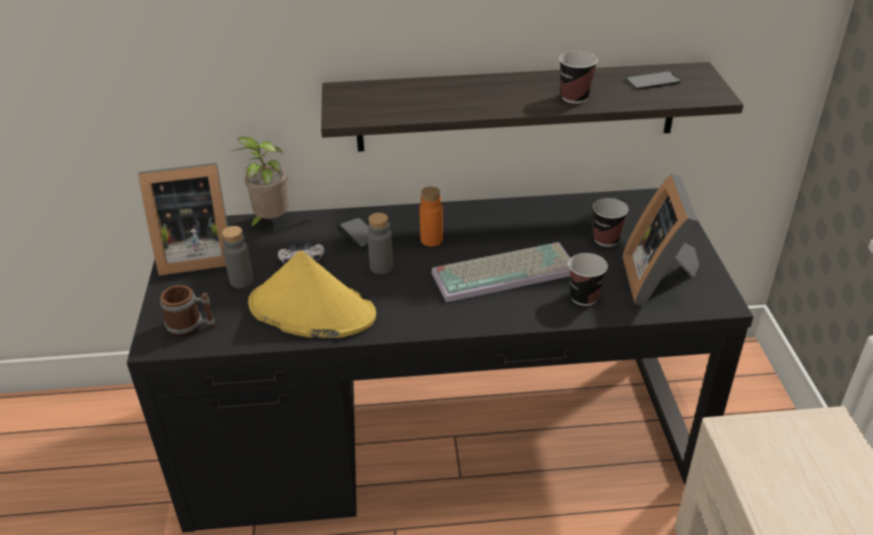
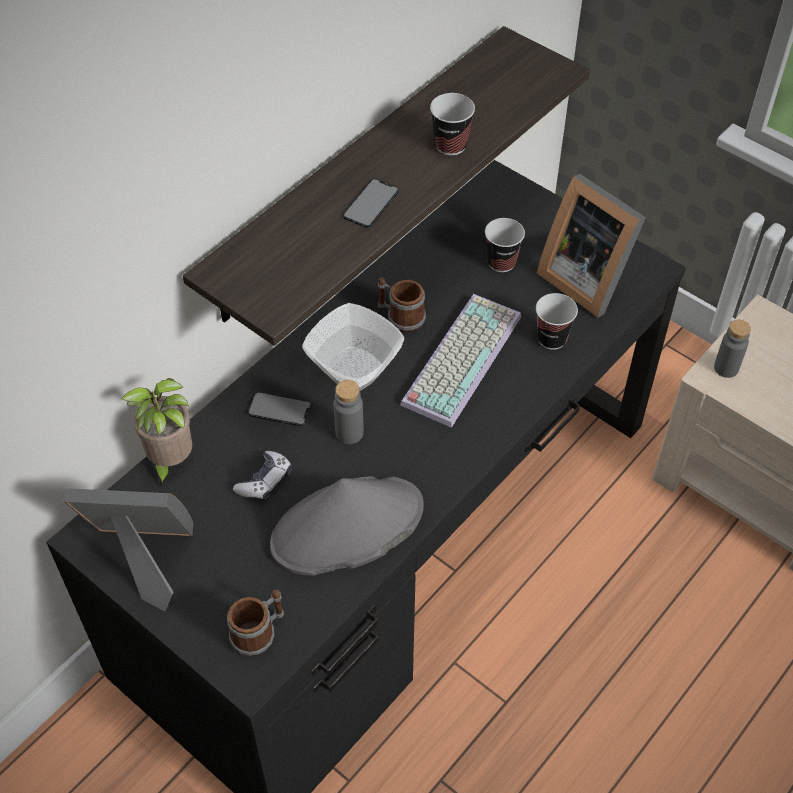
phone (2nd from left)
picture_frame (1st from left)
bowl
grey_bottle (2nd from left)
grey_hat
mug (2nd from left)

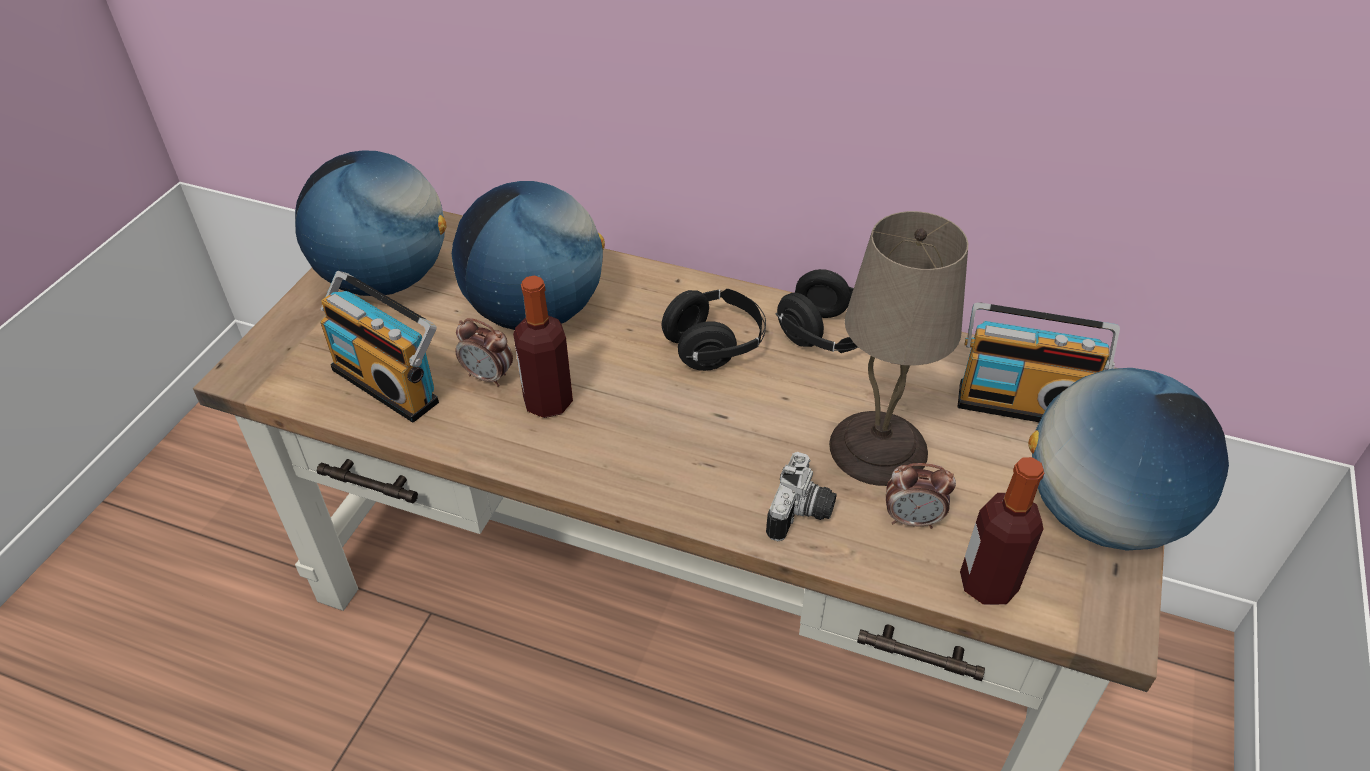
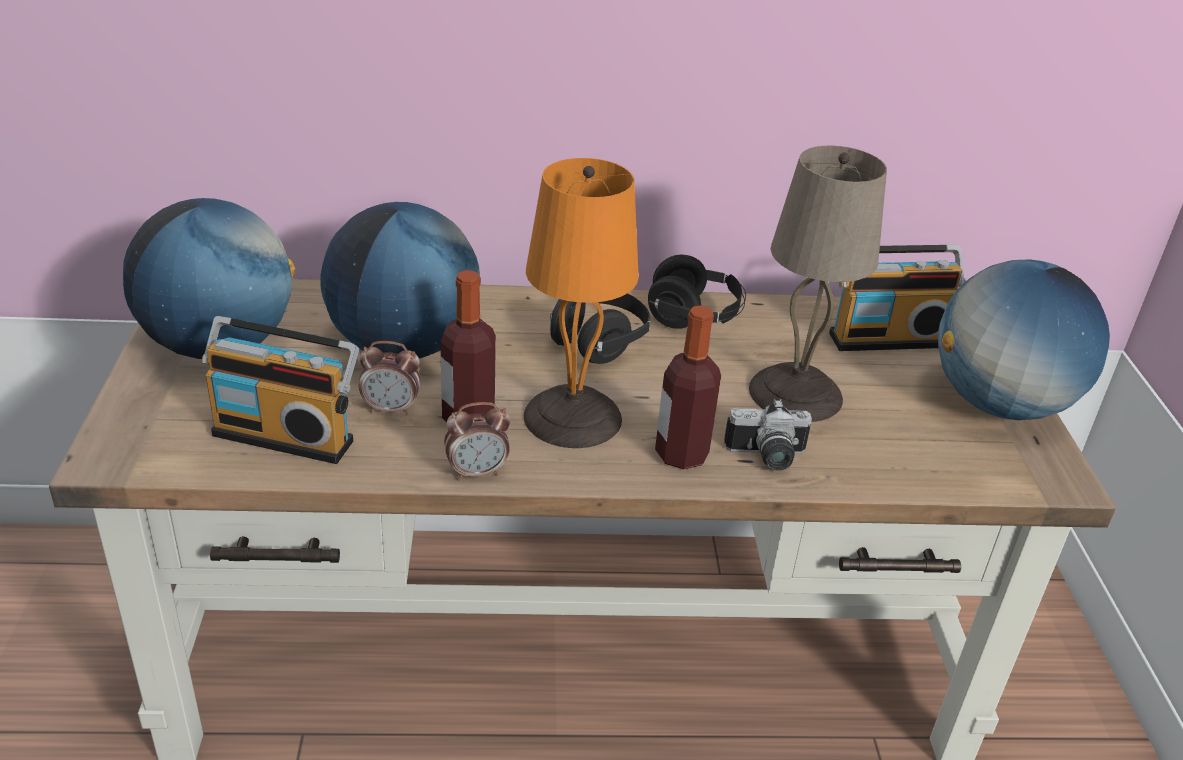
photo_camera
bottle (2nd from left)
alarm_clock (2nd from left)
orange_table_lamp

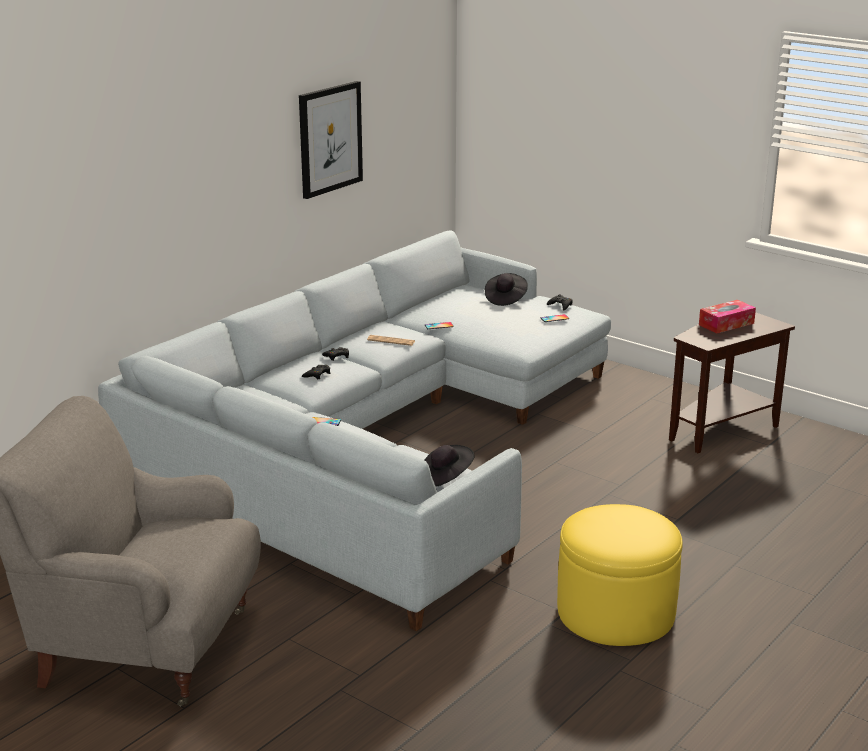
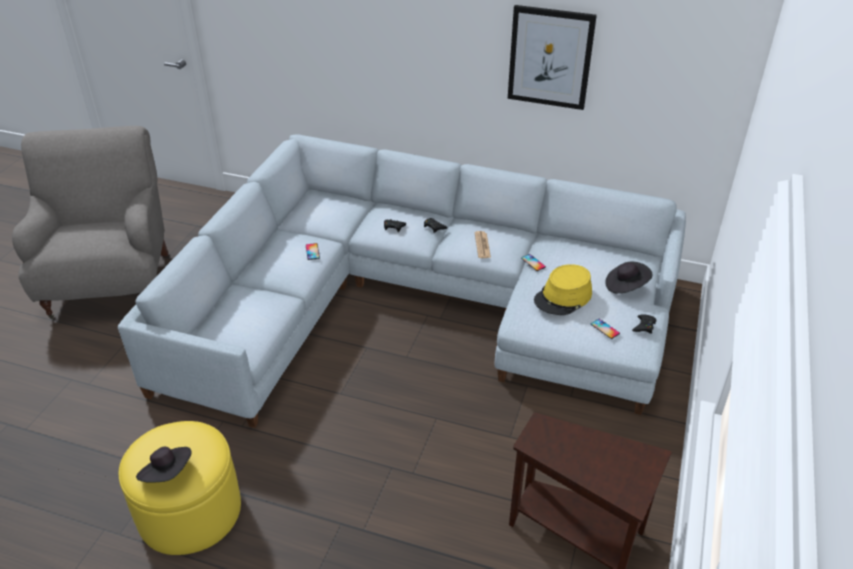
tissue_box
black_hat (1st from left)
yellow_hat

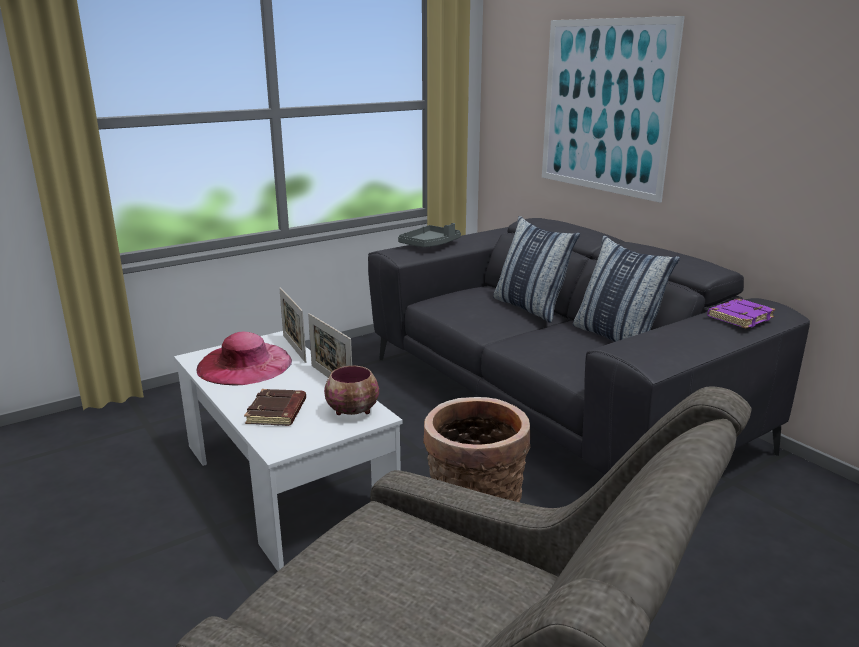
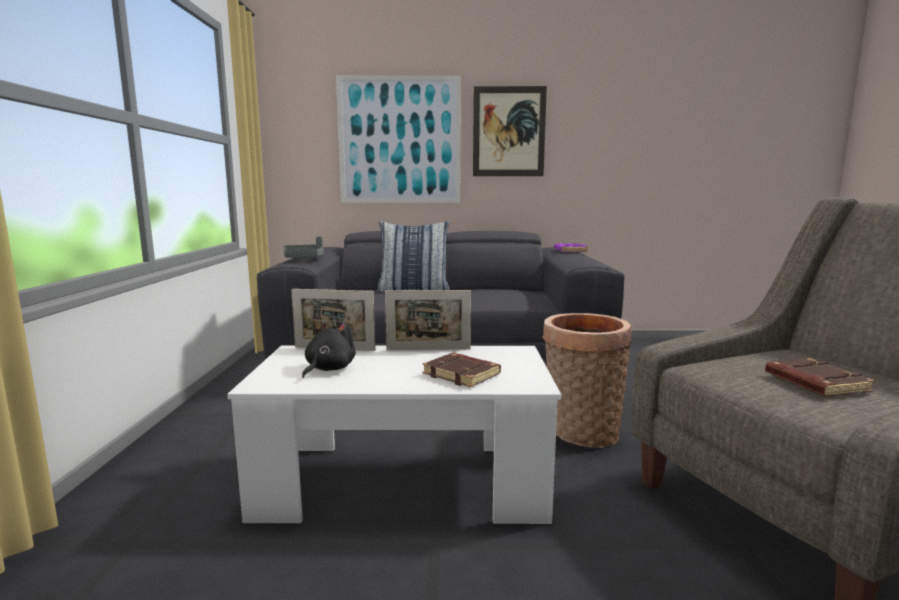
pillow (2nd from left in the first image)
black_plush_toy
bowl
picture (2nd from left)
brown_book (2nd from left)

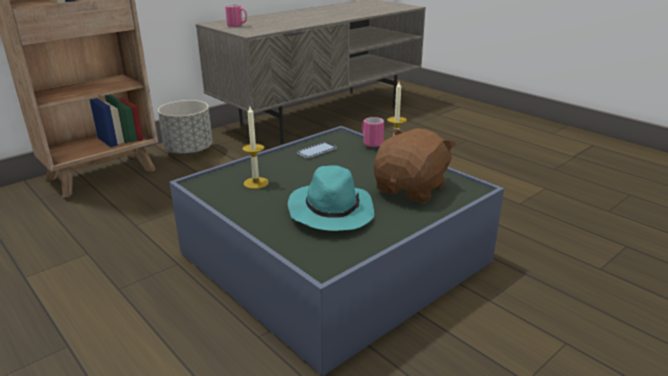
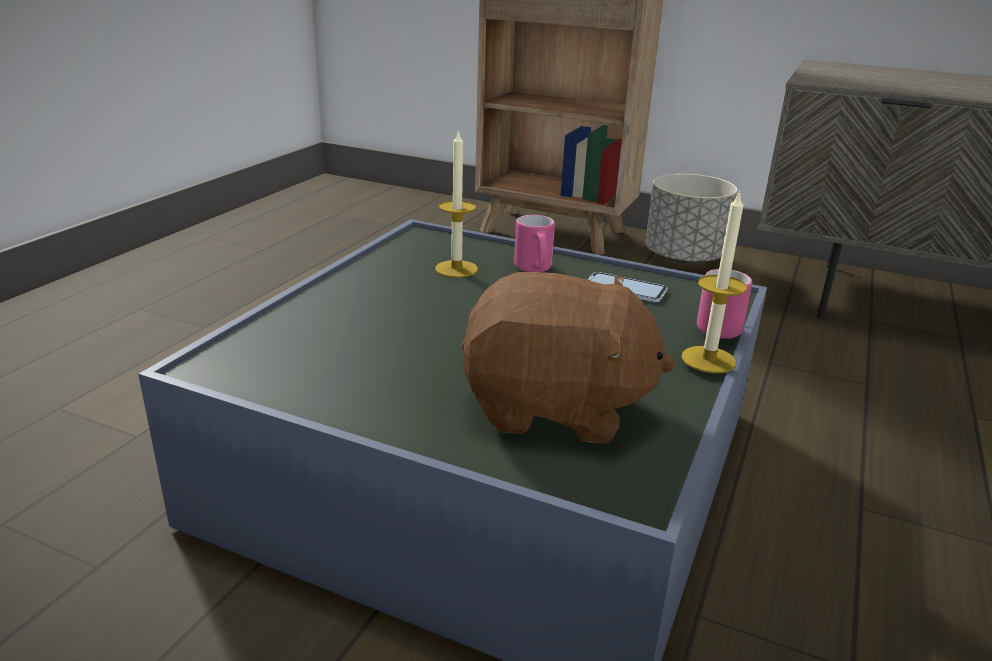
pink_mug (1st from left)
turquoise_hat

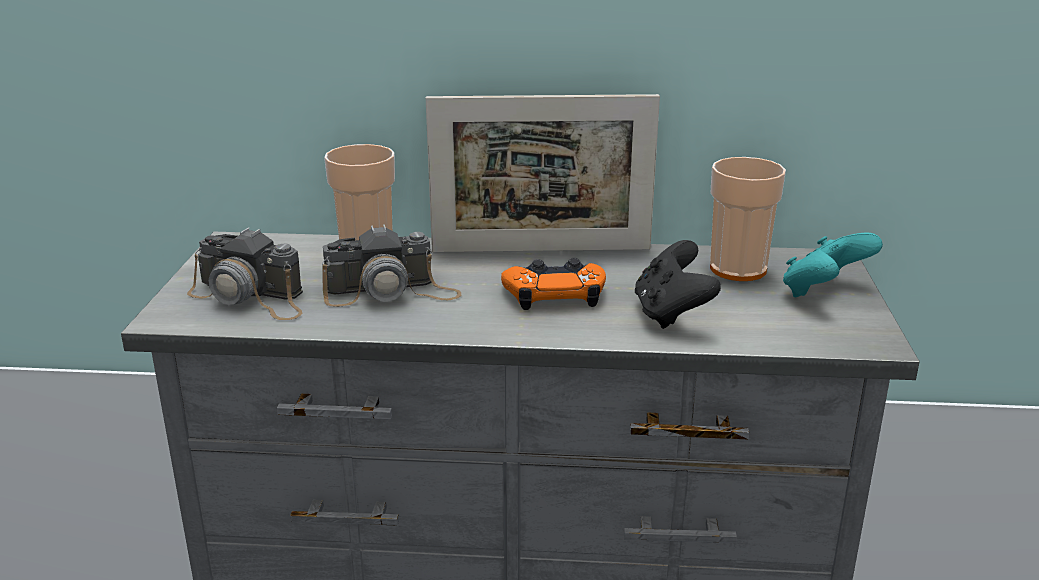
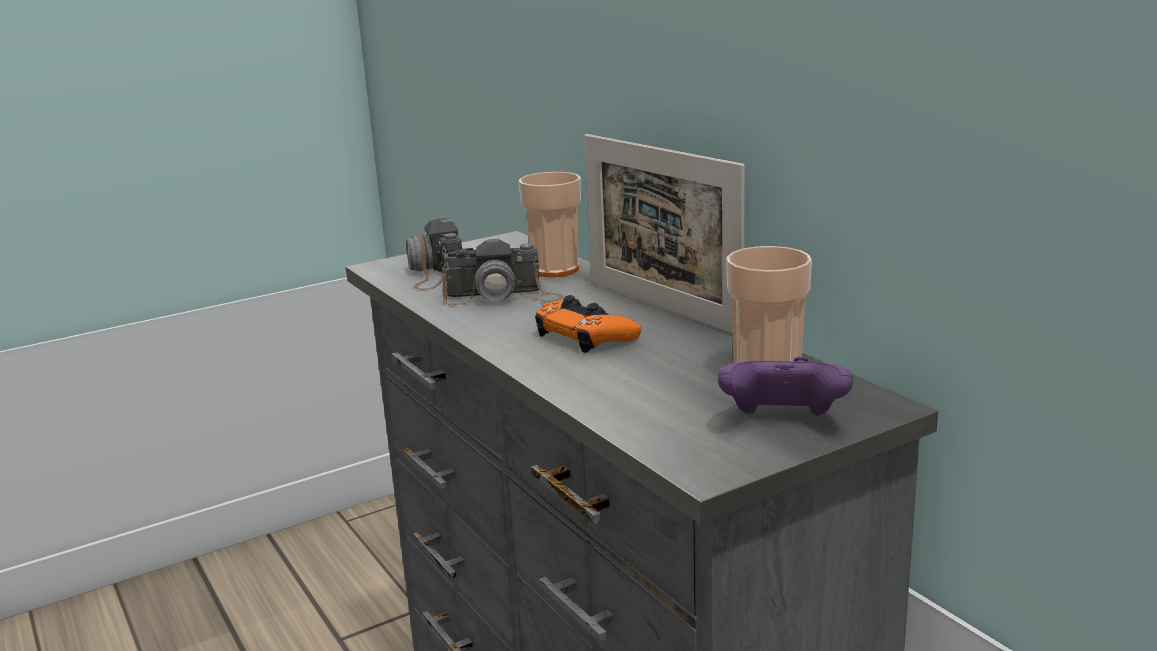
photo_camera (2nd from left)
purple_game_controller
black_game_controller

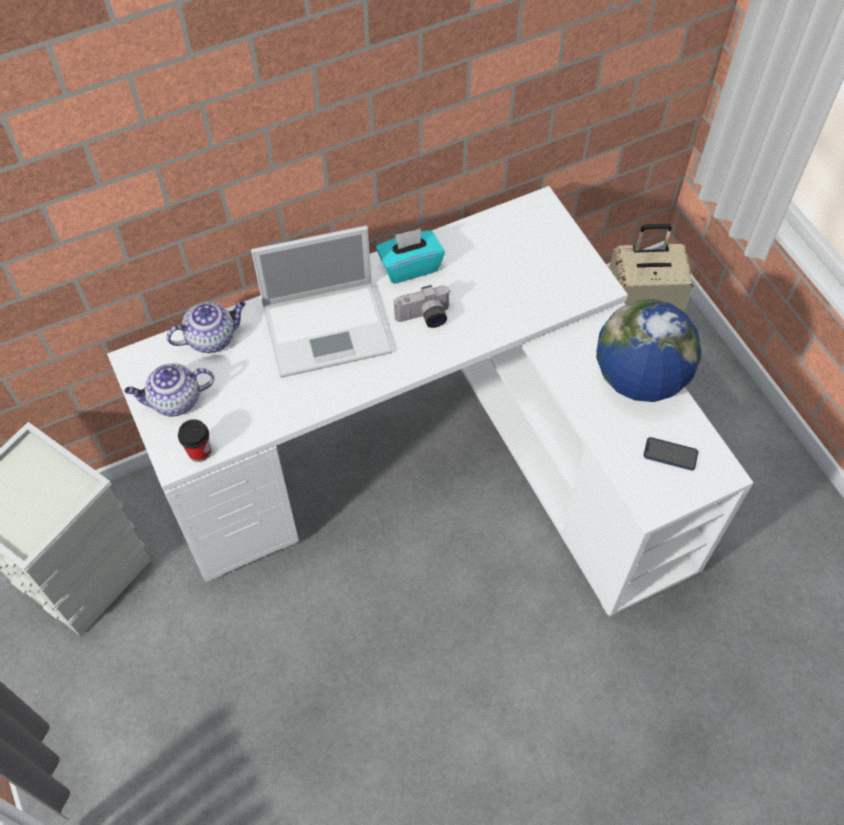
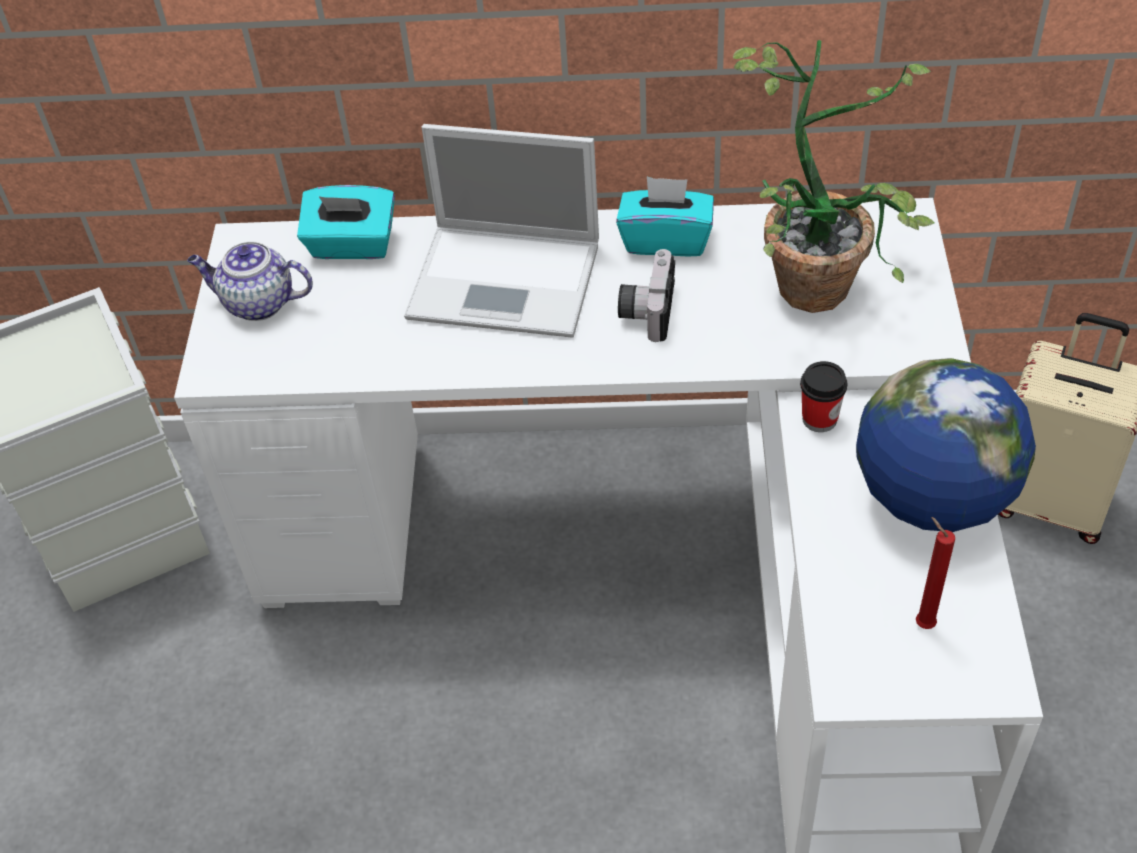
photo_camera
turquoise_tissue_box (1st from left)
cup
red_candle
potted_plant

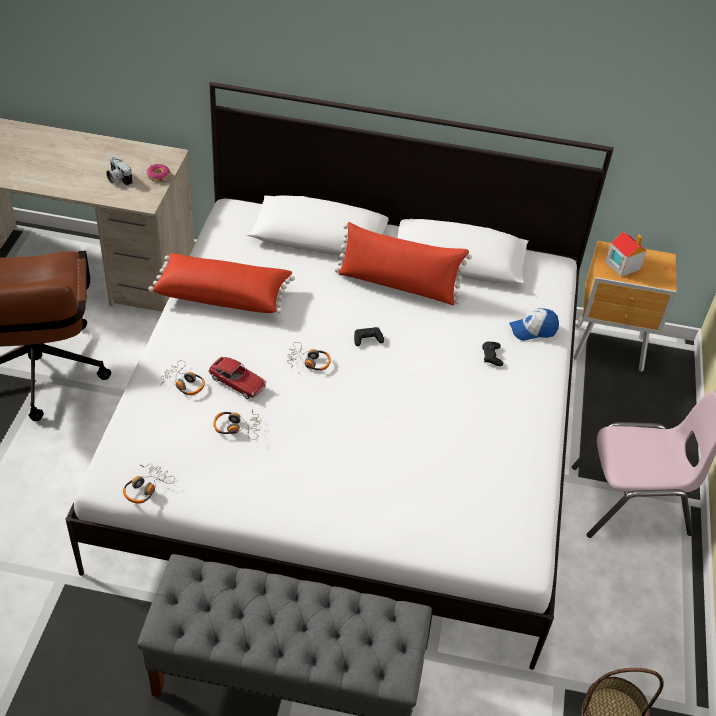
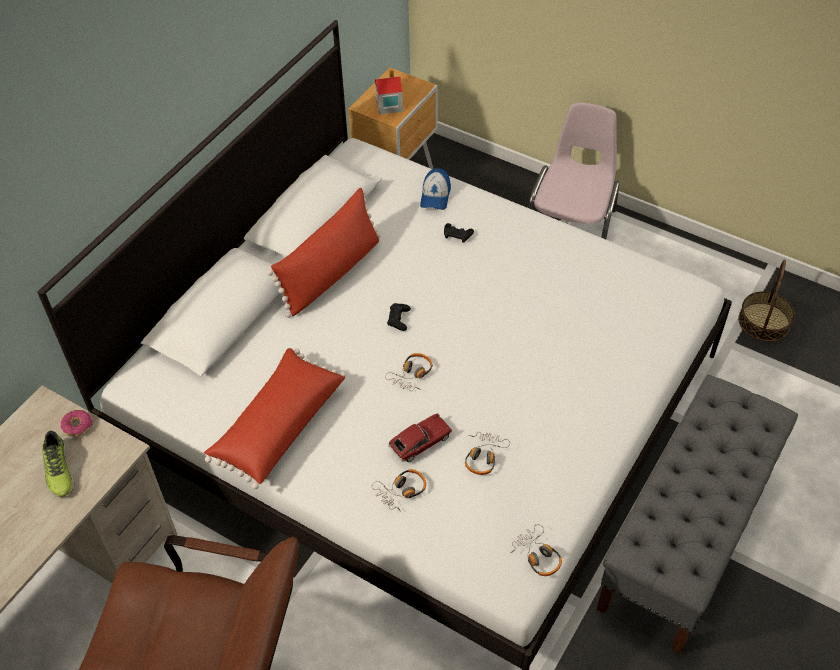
shoe

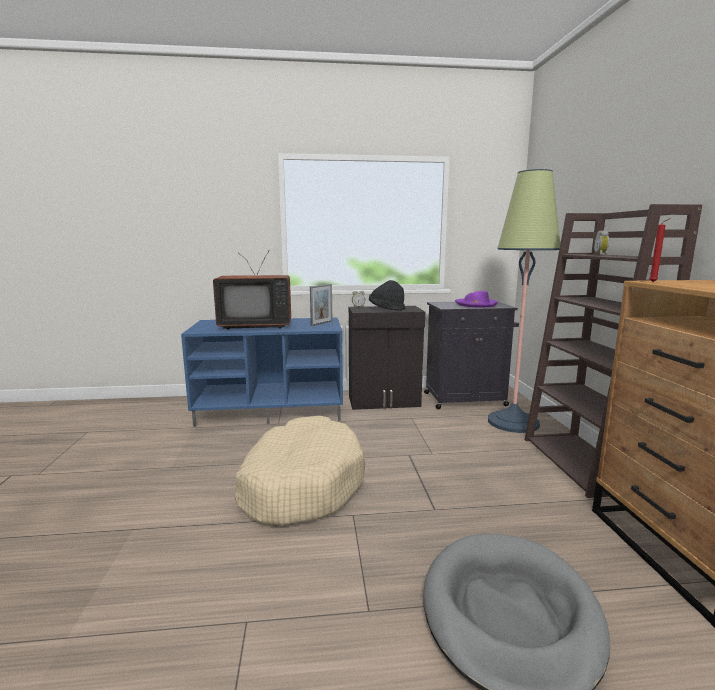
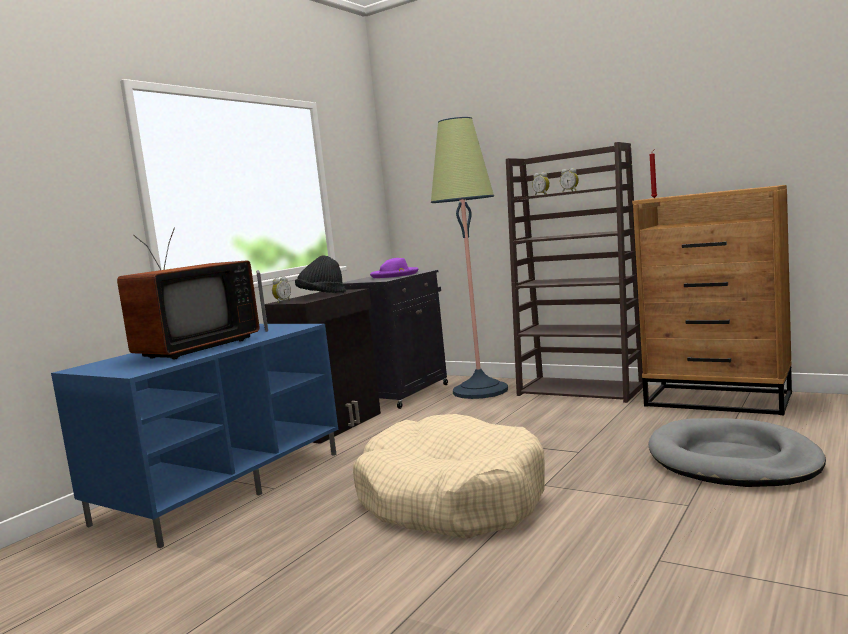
alarm_clock (3rd from left)

